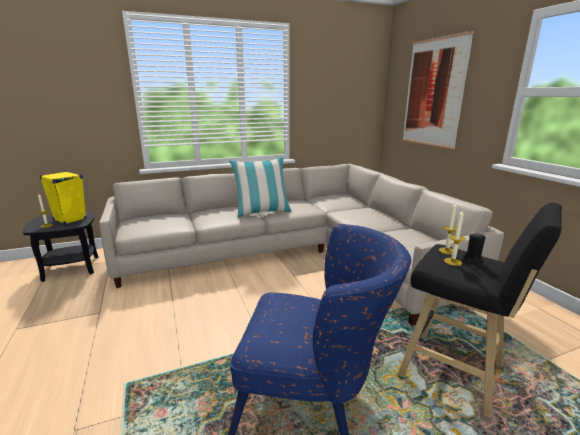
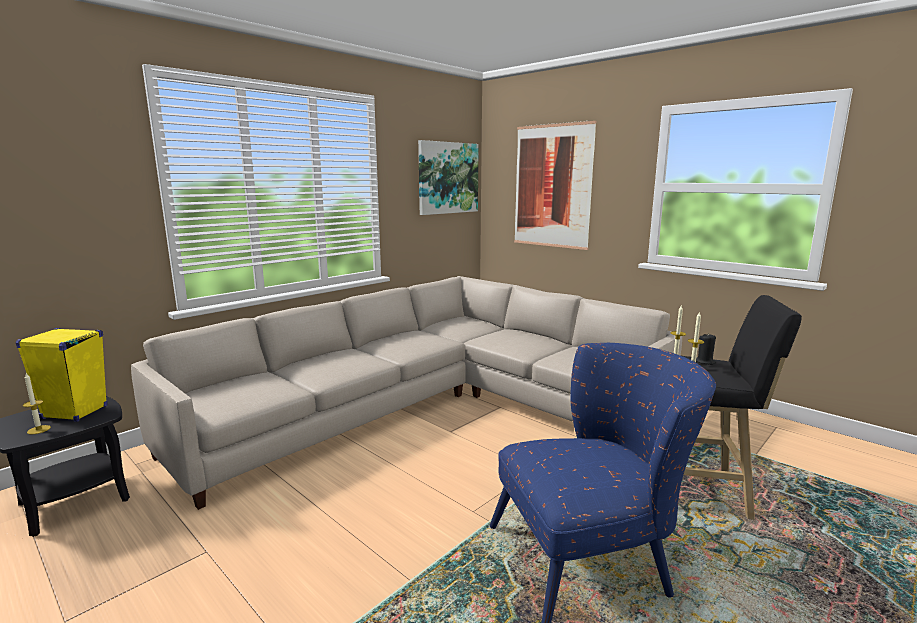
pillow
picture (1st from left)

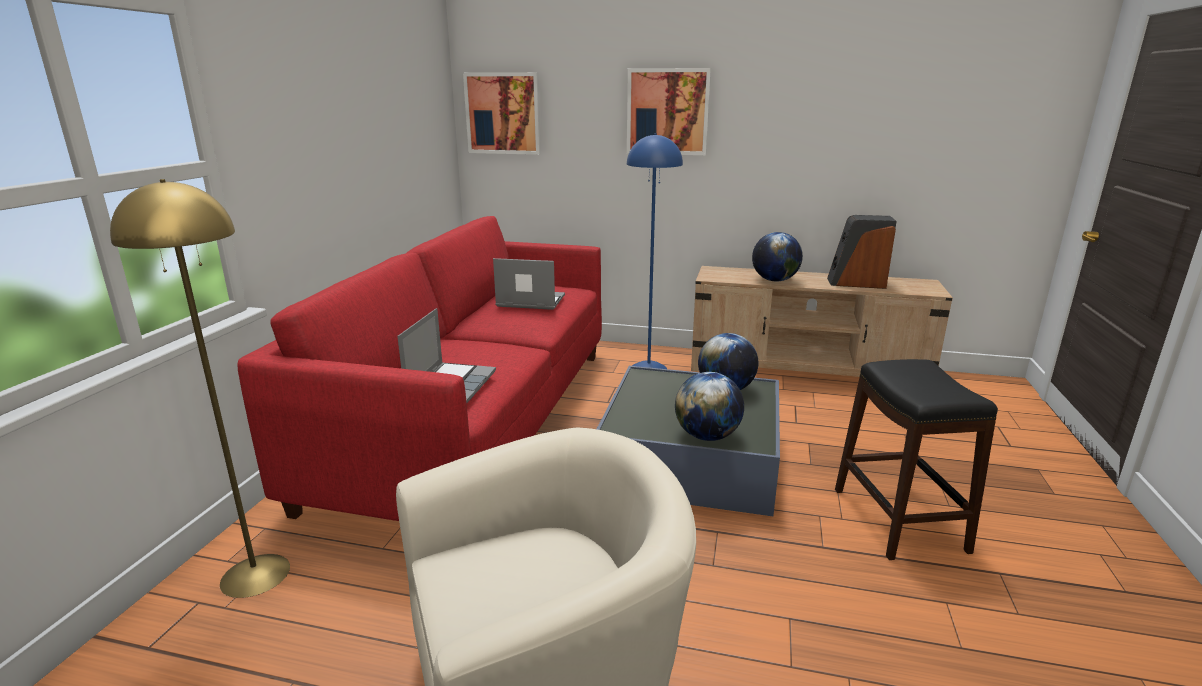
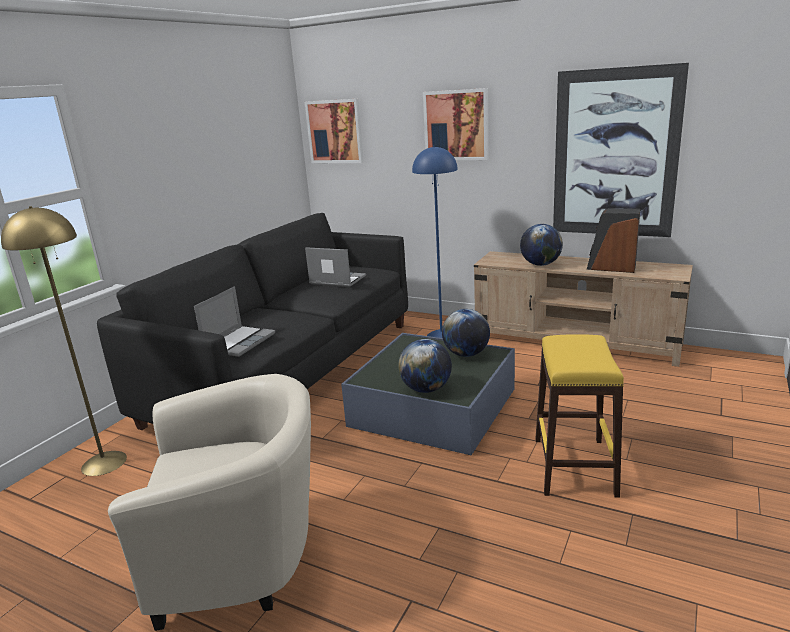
black_sofa
yellow_stool
picture (3rd from left)

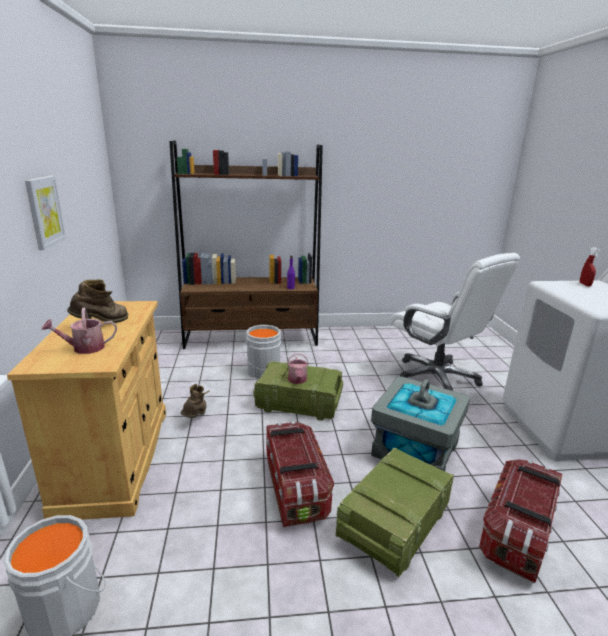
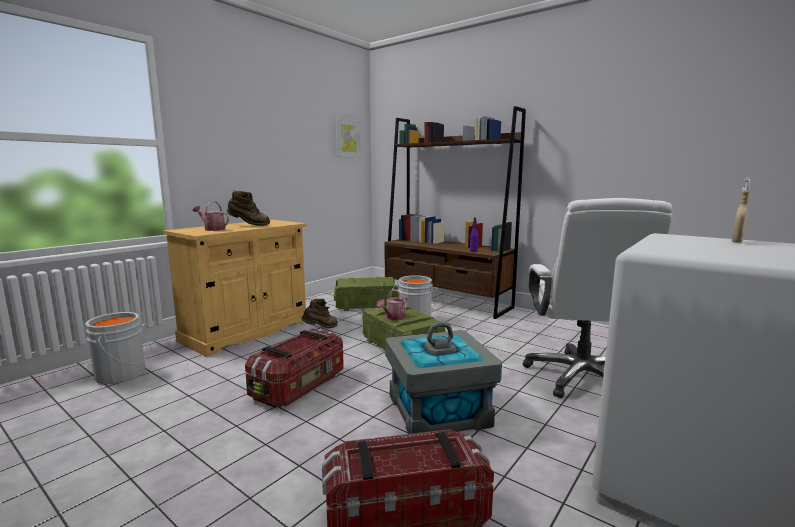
picture
beige_spray_bottle
crate (1st from left)

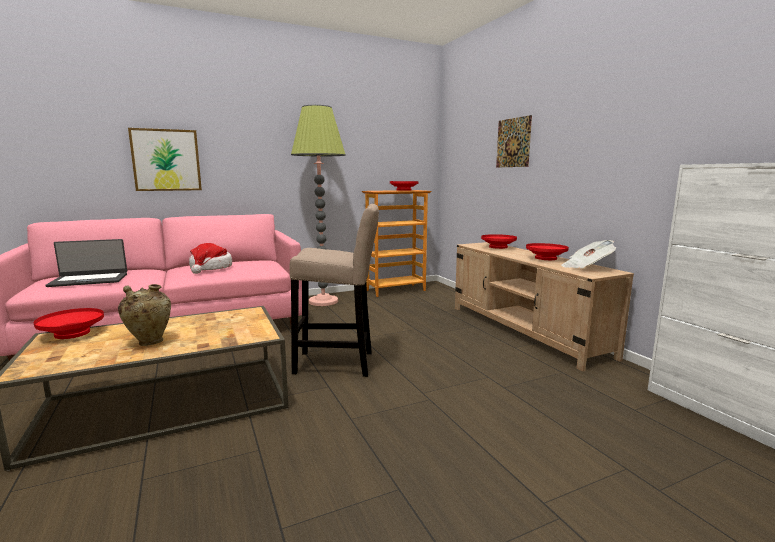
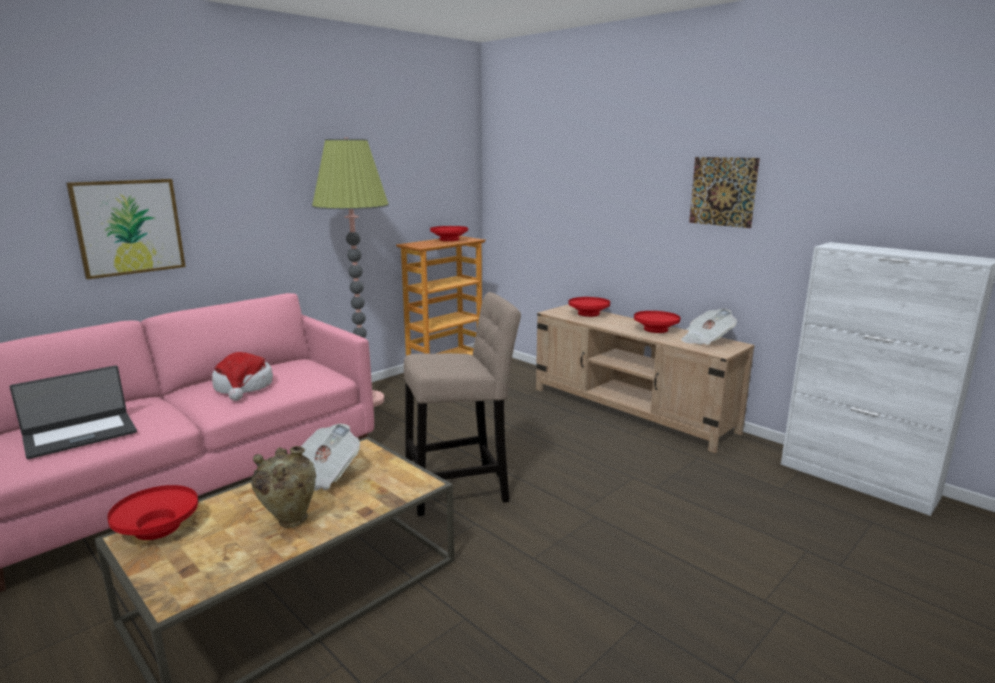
picture (2nd from left)
newspaper (1st from left)

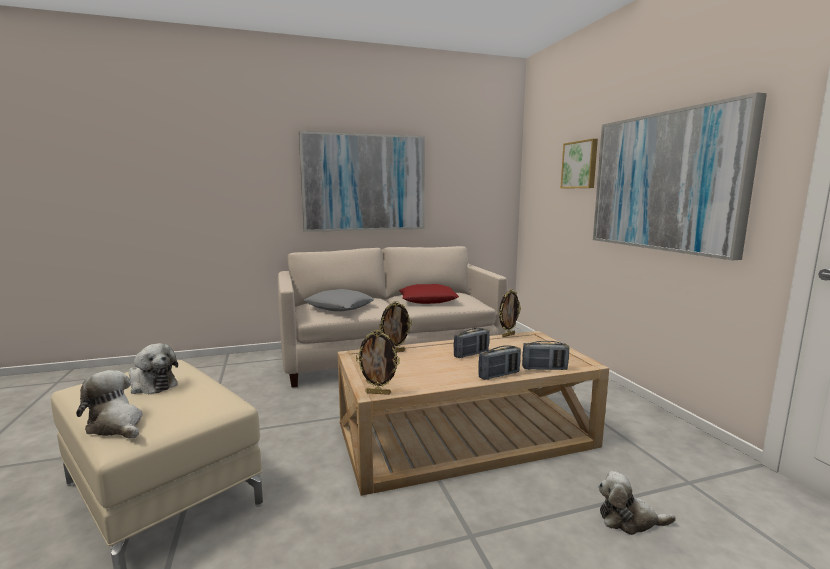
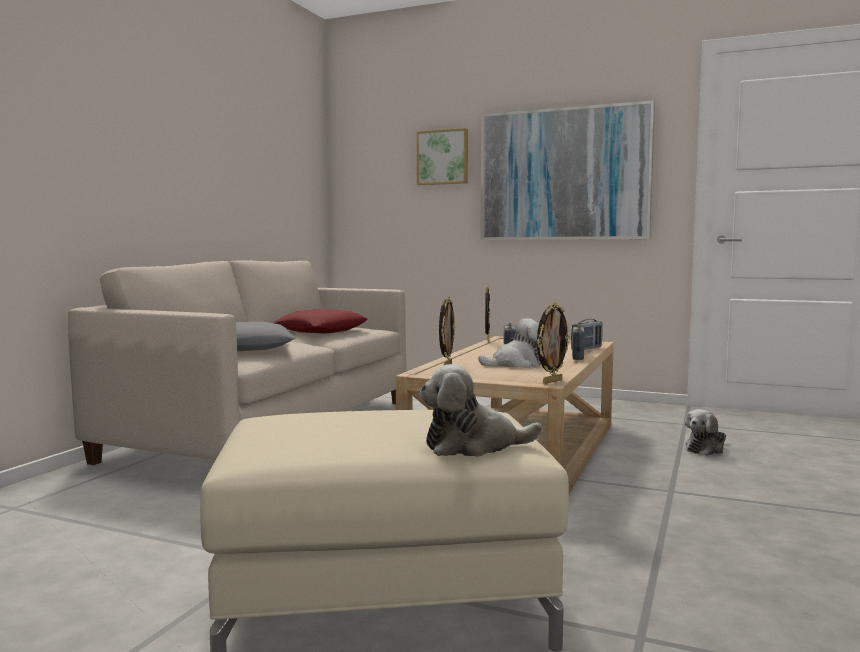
picture (1st from left in the first image)
plush_toy (2nd from left)

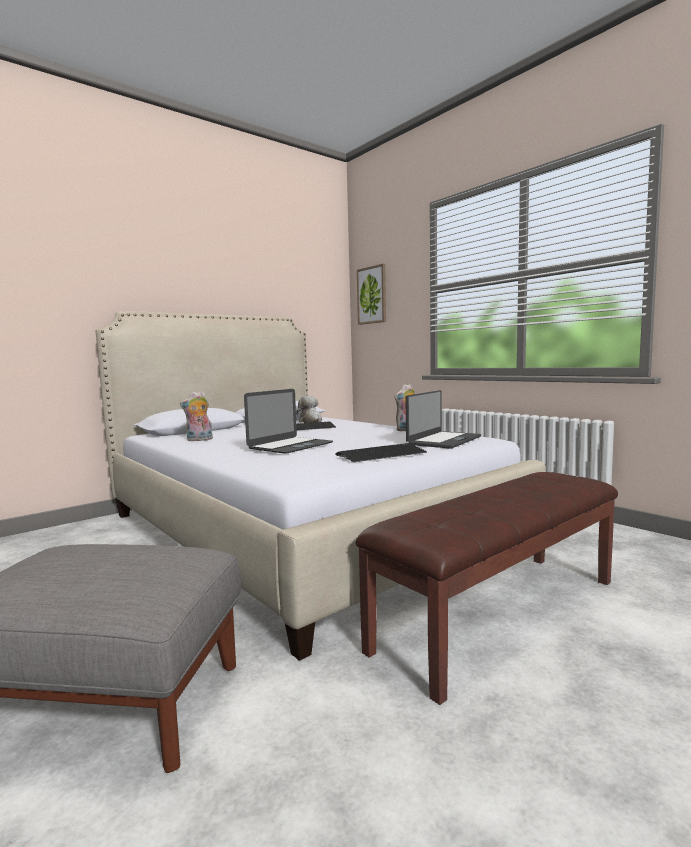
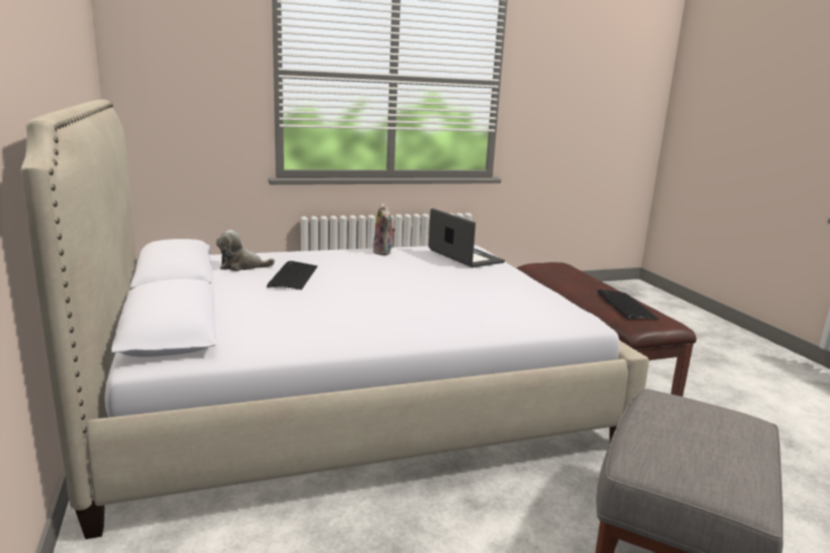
picture
laptop (1st from left in the first image)
plush_toy (1st from left in the first image)
keyboard (2nd from left)

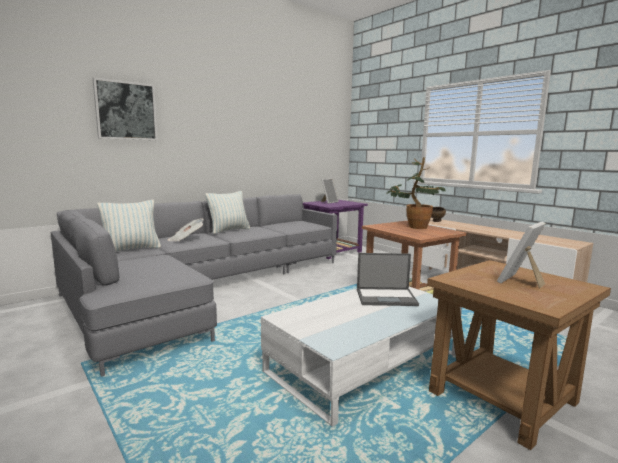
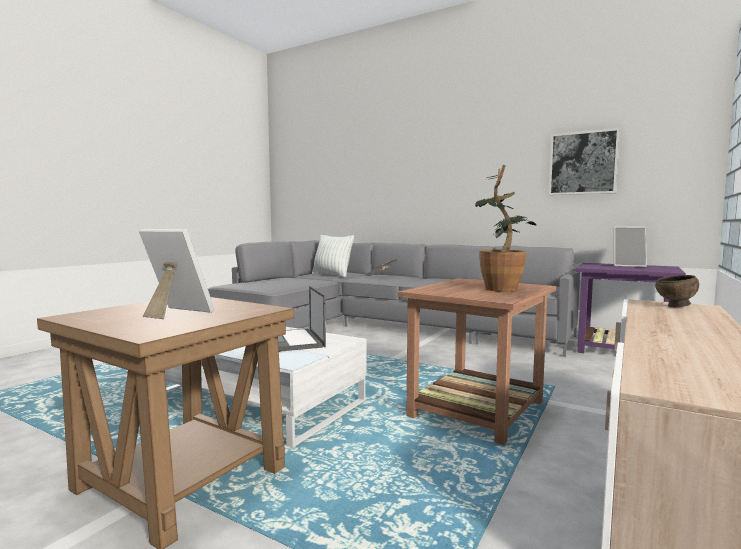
picture
pillow (2nd from left in the first image)

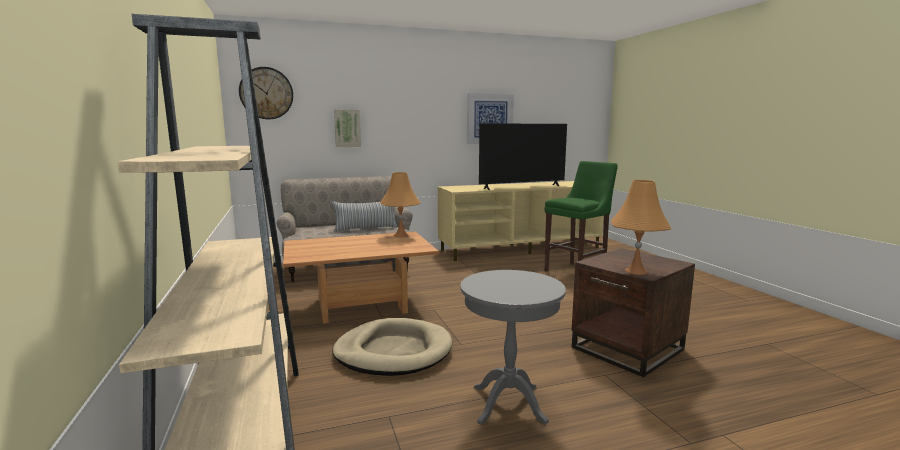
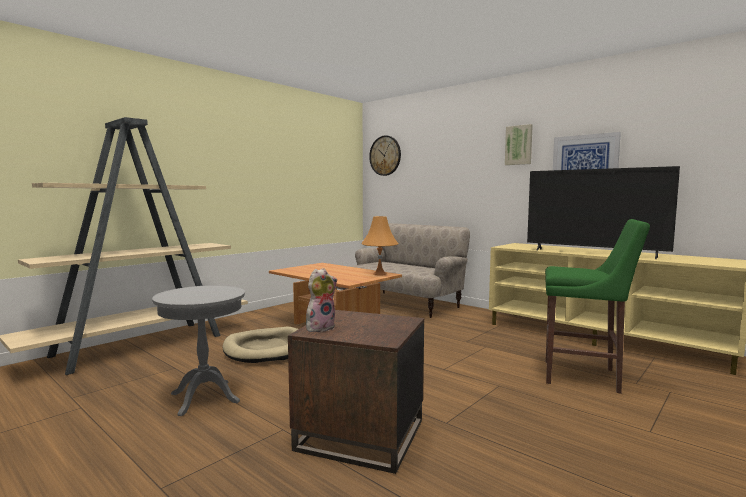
picture (1st from left)
plush_toy
pillow

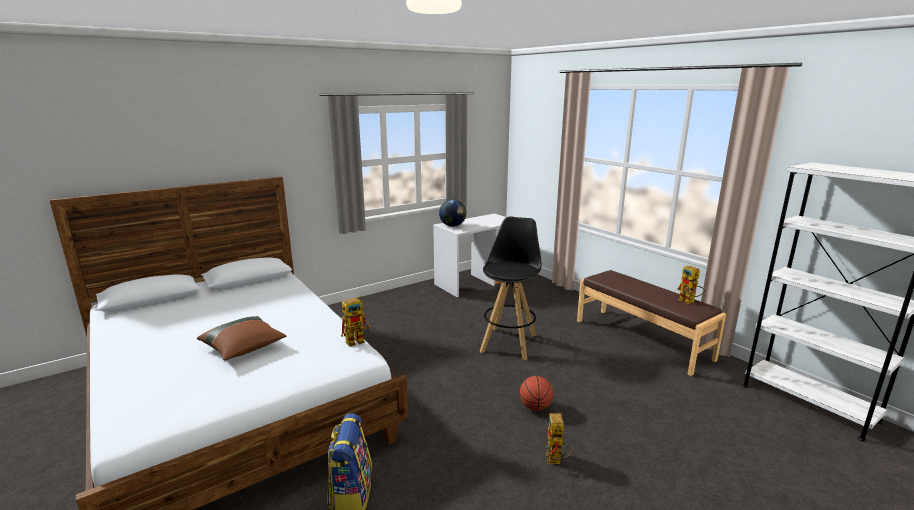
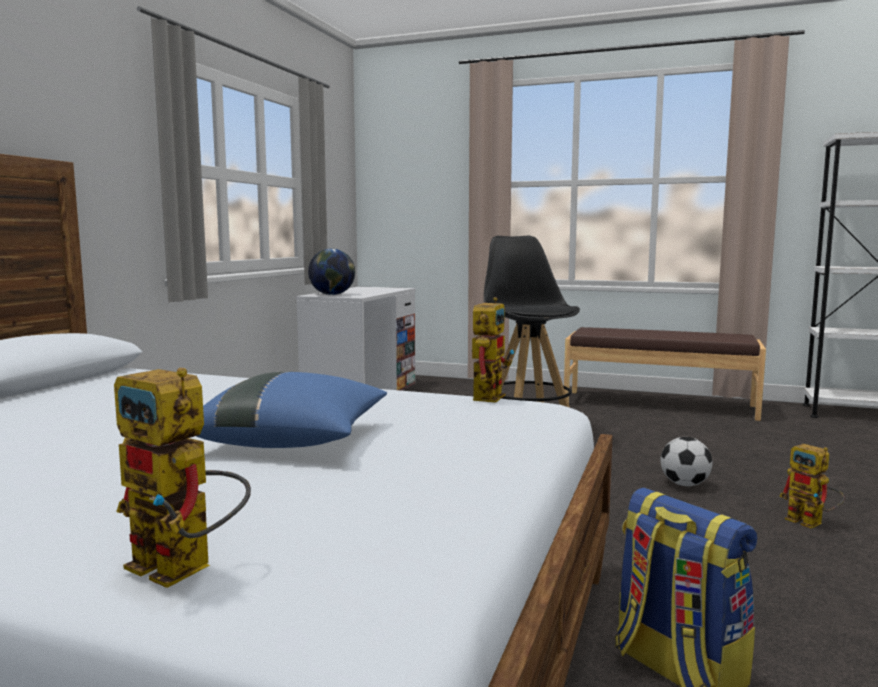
toy_robot (1st from left)
blue_pillow
football

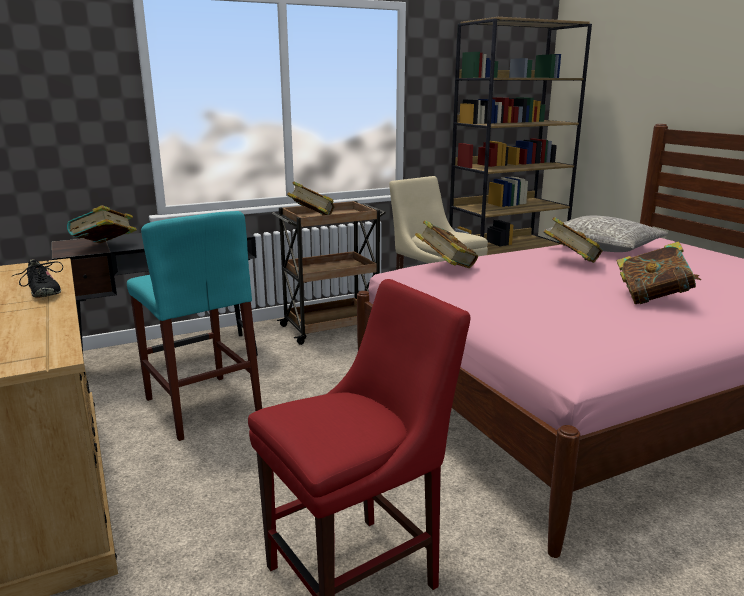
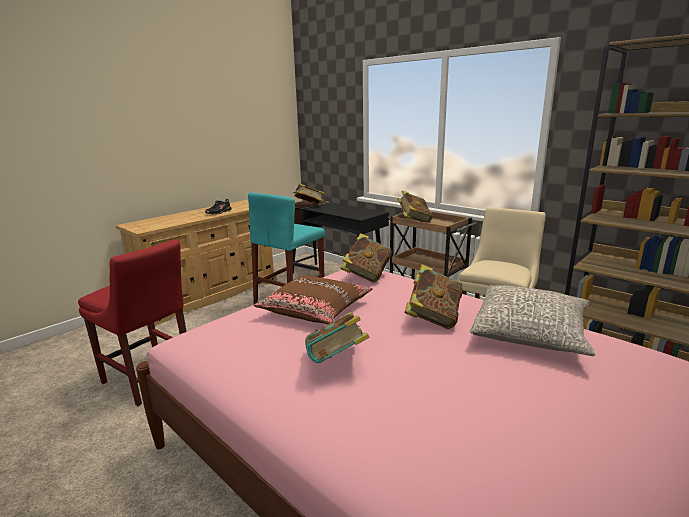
brown_pillow

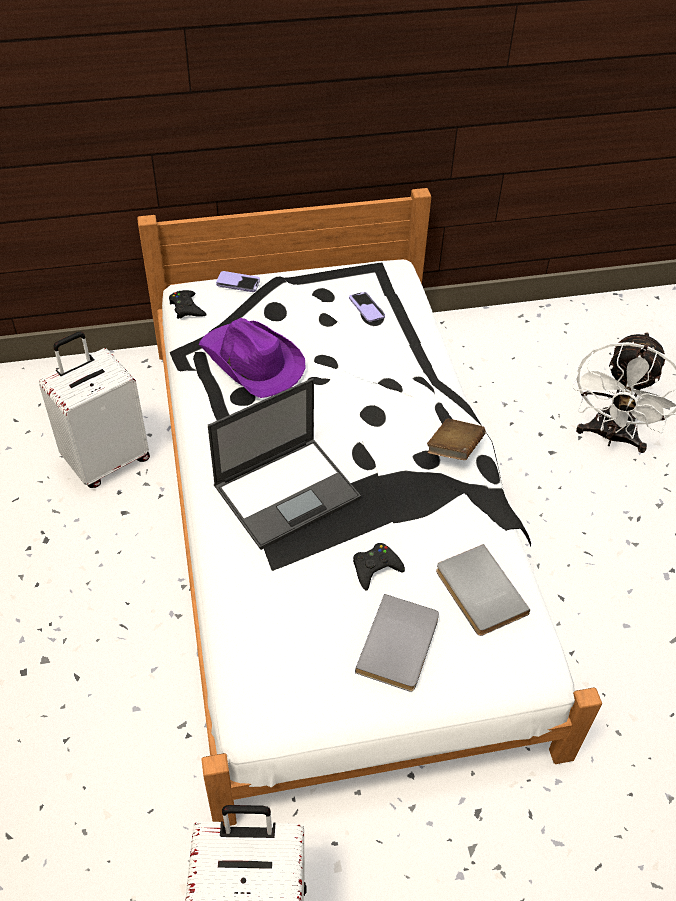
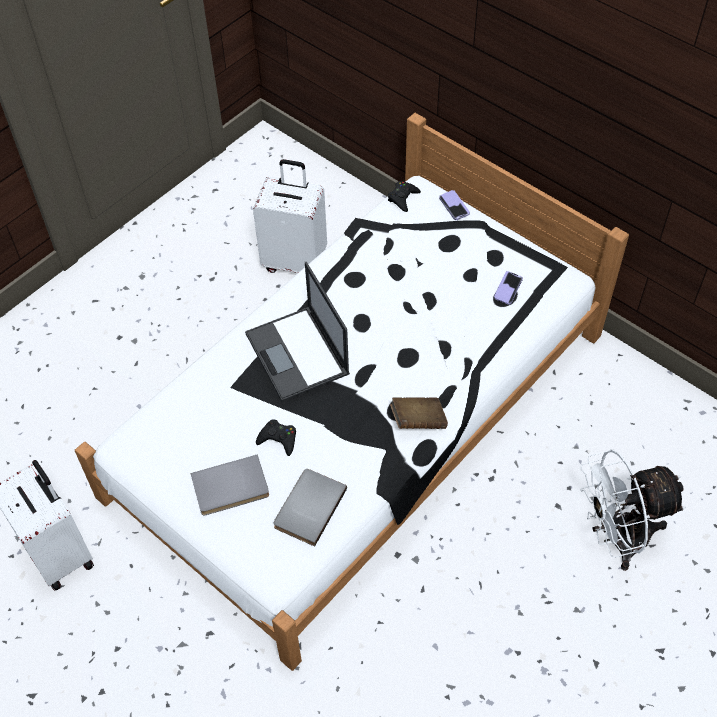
purple_hat
laptop

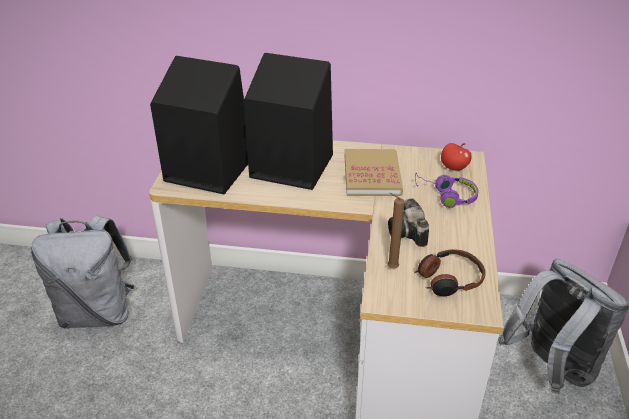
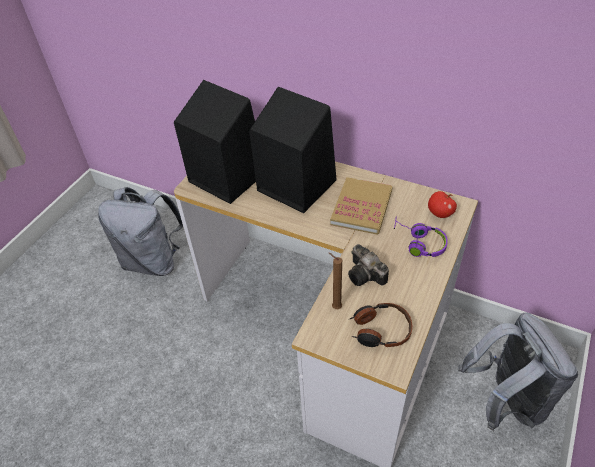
photo_camera

